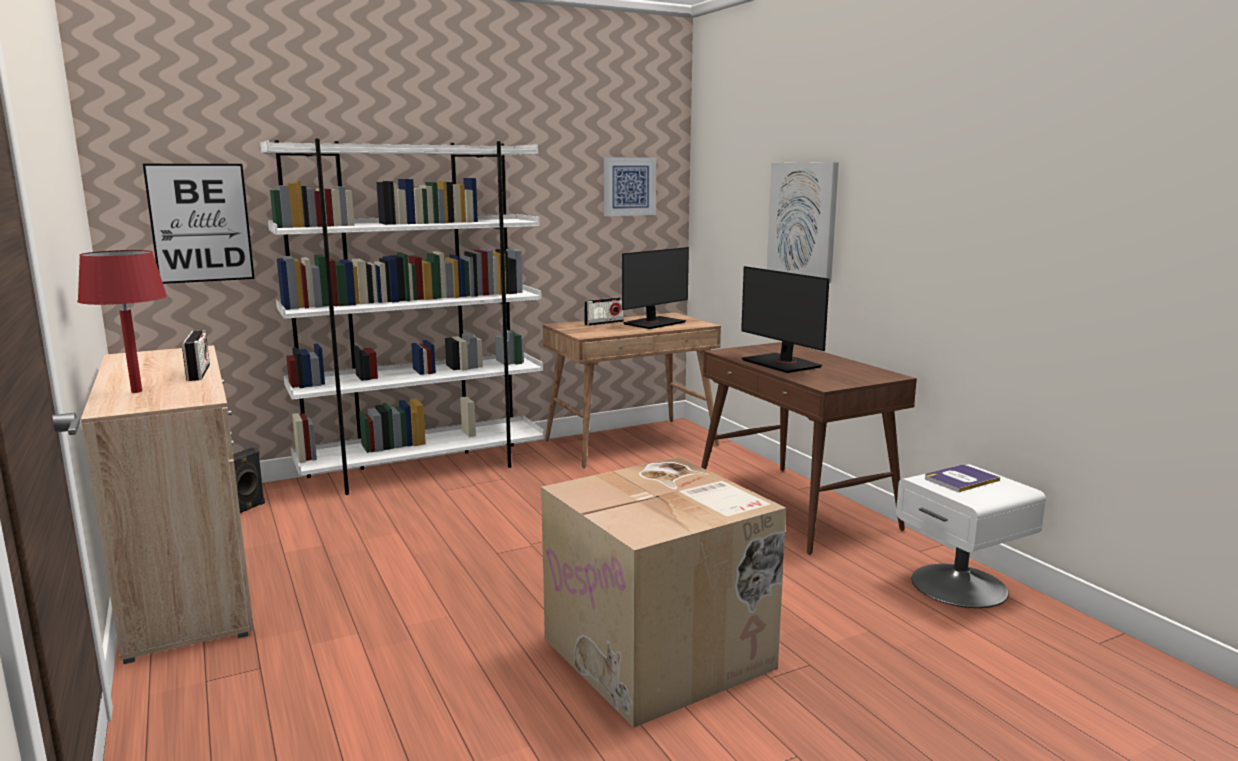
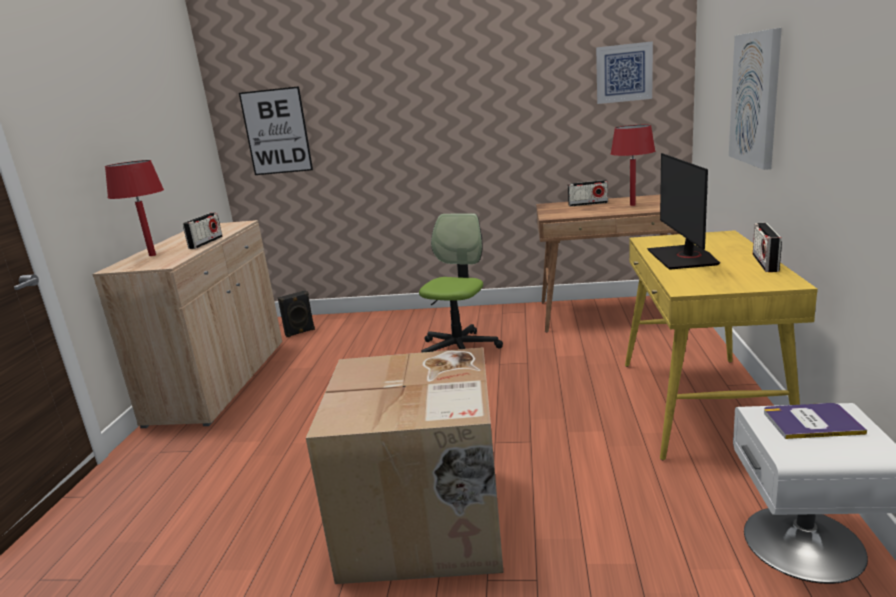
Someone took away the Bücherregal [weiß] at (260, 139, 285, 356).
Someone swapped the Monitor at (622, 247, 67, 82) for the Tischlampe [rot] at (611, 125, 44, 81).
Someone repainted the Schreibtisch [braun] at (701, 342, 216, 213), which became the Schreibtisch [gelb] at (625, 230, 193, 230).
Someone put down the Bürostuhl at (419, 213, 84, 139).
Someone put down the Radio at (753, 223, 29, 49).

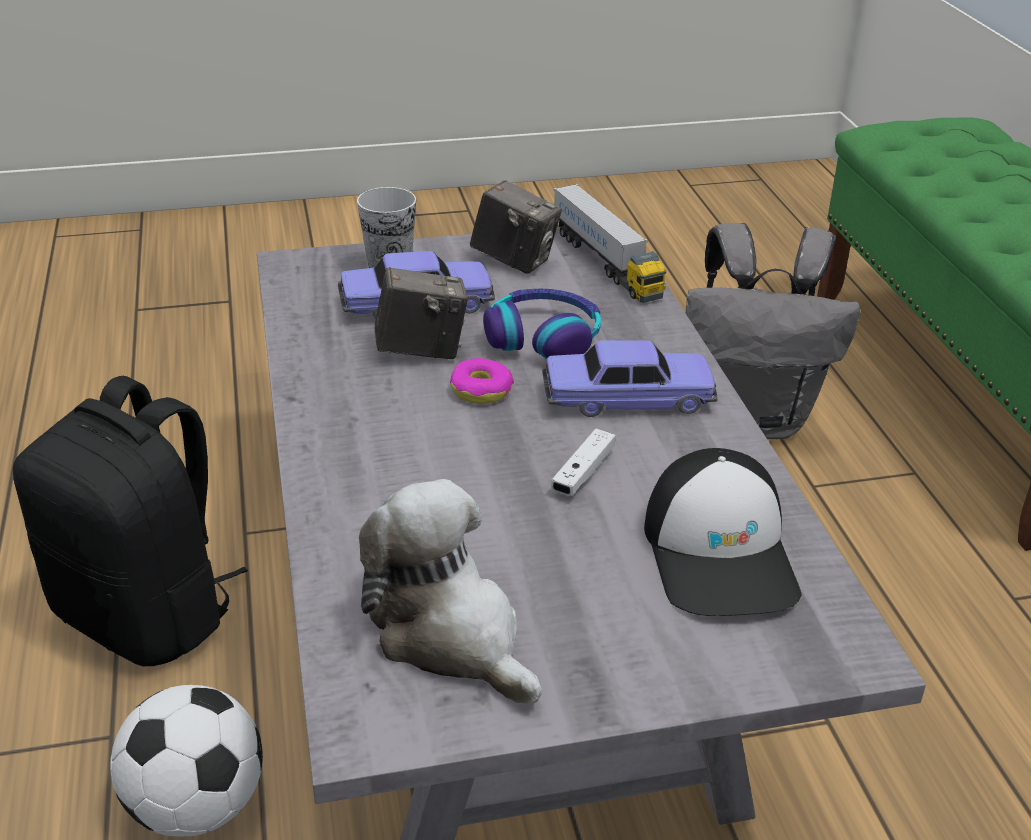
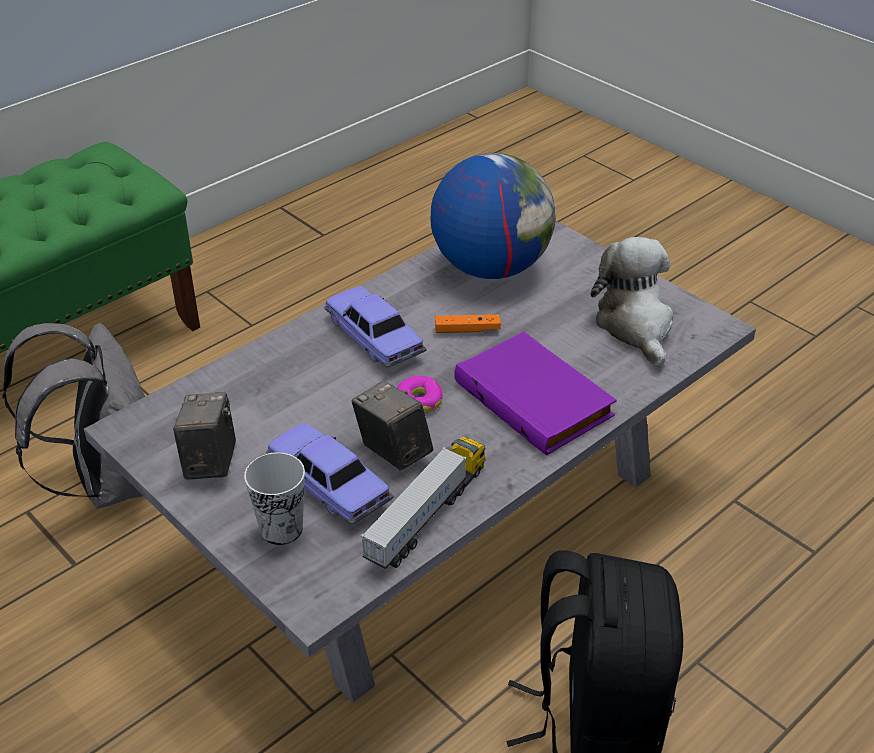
Someone carried the Spielzeuglaster from (554, 184, 112, 119) to (361, 437, 125, 132).
Someone took away the Kopfhörer at (483, 289, 118, 70).
Someone repainted the Gamepad [weiß] at (551, 429, 64, 67), which became the Gamepad [orange] at (435, 314, 66, 19).
Someone swapped the Kappe at (644, 448, 158, 168) for the Globus at (431, 153, 124, 126).
Someone rotated the Plüschtier at (359, 479, 183, 226) by 150 degrees clockwise.
Someone took away the Fußball at (110, 685, 153, 152).
Someone put down the Buch [lila] at (454, 331, 163, 125).

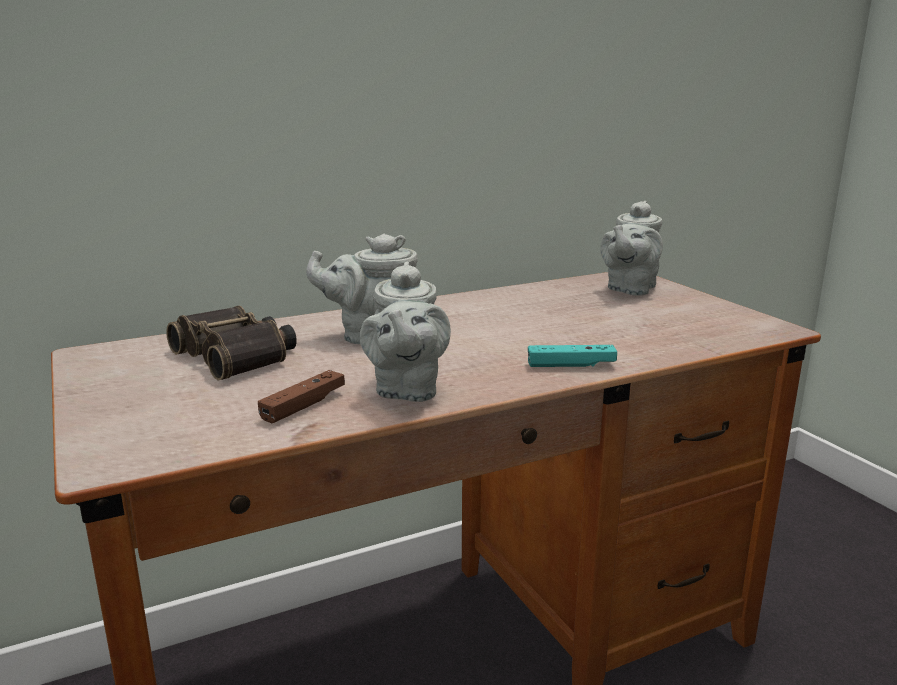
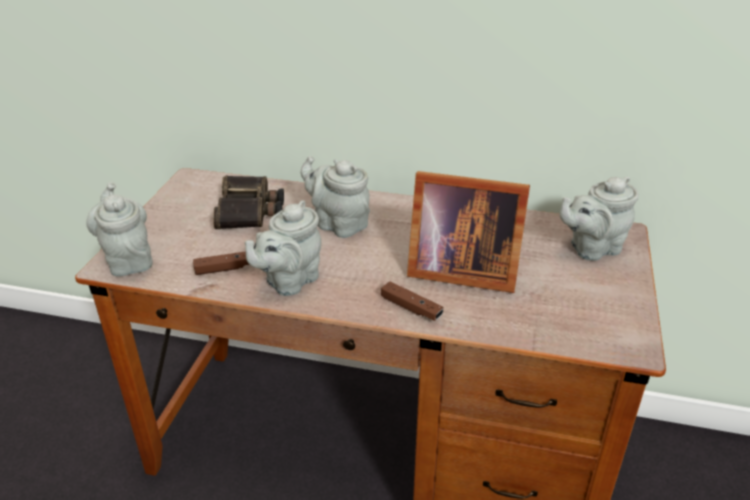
Someone repainted the Gamepad [türkis] at (528, 345, 89, 22), which became the Gamepad [braun] at (381, 281, 62, 40).
Someone put down the Bilderrahmen at (407, 171, 123, 122).
Someone put down the Teekanne [grau] at (86, 182, 67, 94).

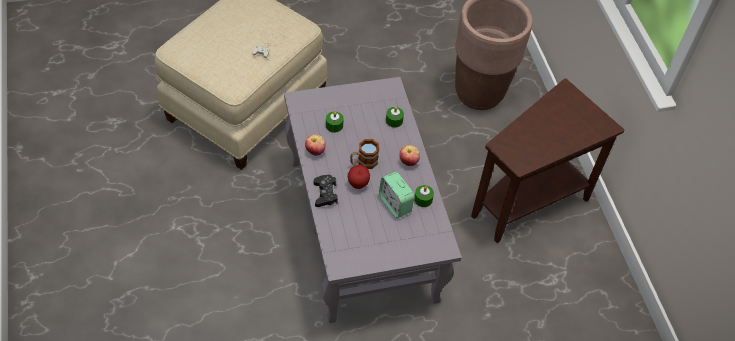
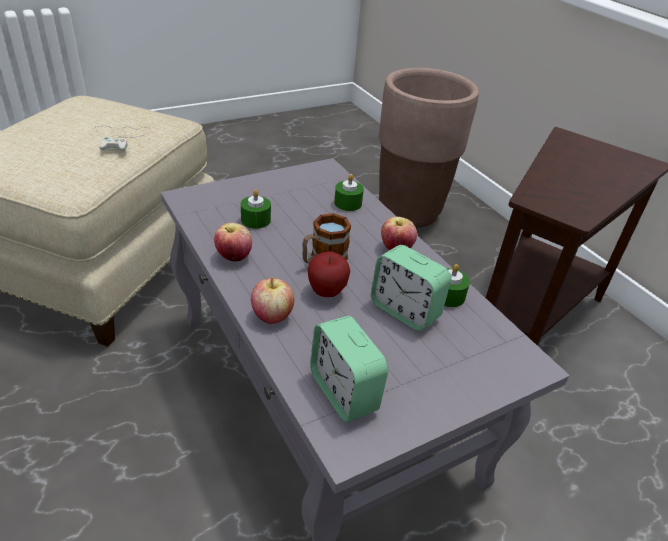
Someone swapped the Gamepad [schwarz] at (314, 175, 24, 32) for the Apfel at (251, 277, 43, 47).
Someone put down the Wecker at (310, 316, 78, 106).

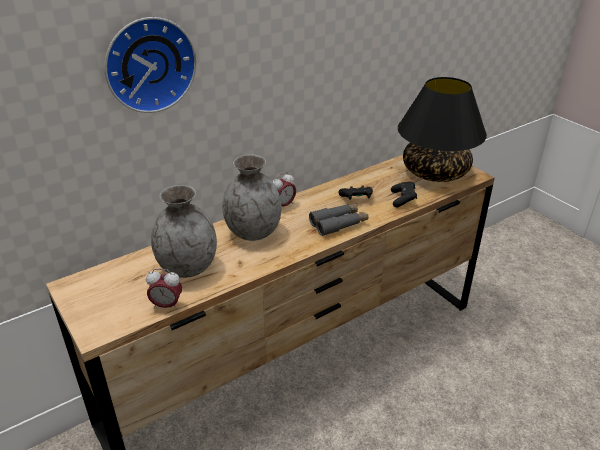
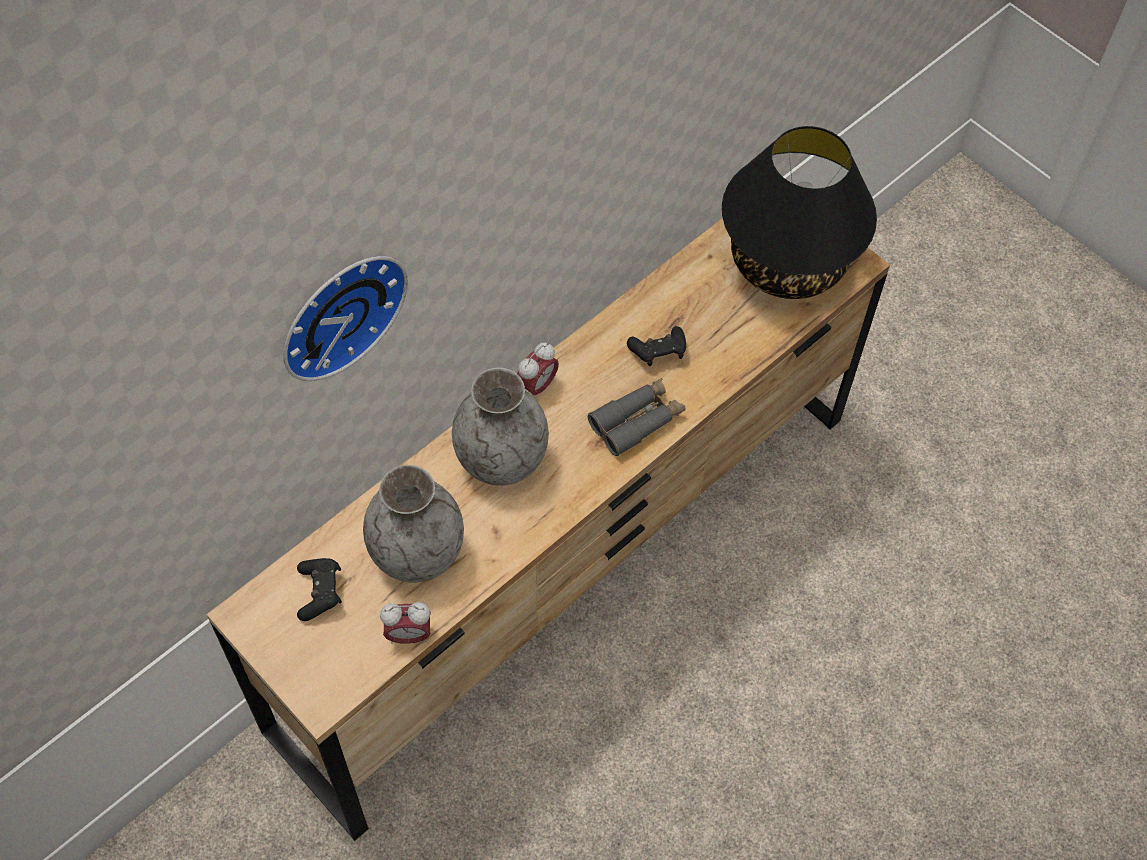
Someone carried the Gamepad [schwarz] from (391, 181, 26, 26) to (297, 558, 45, 63).

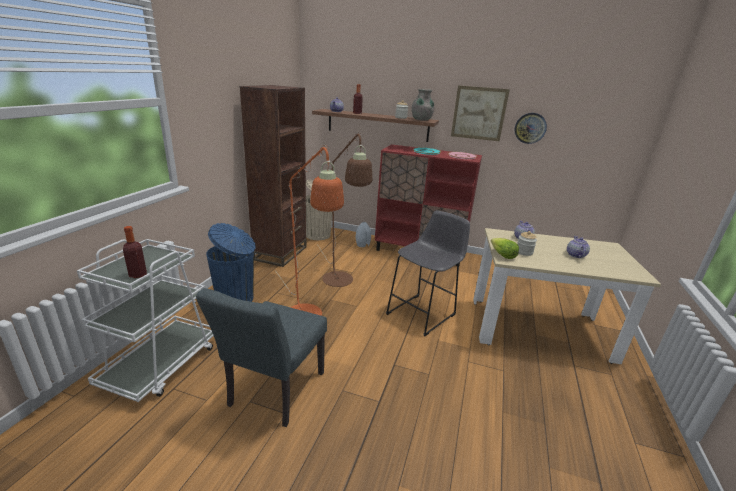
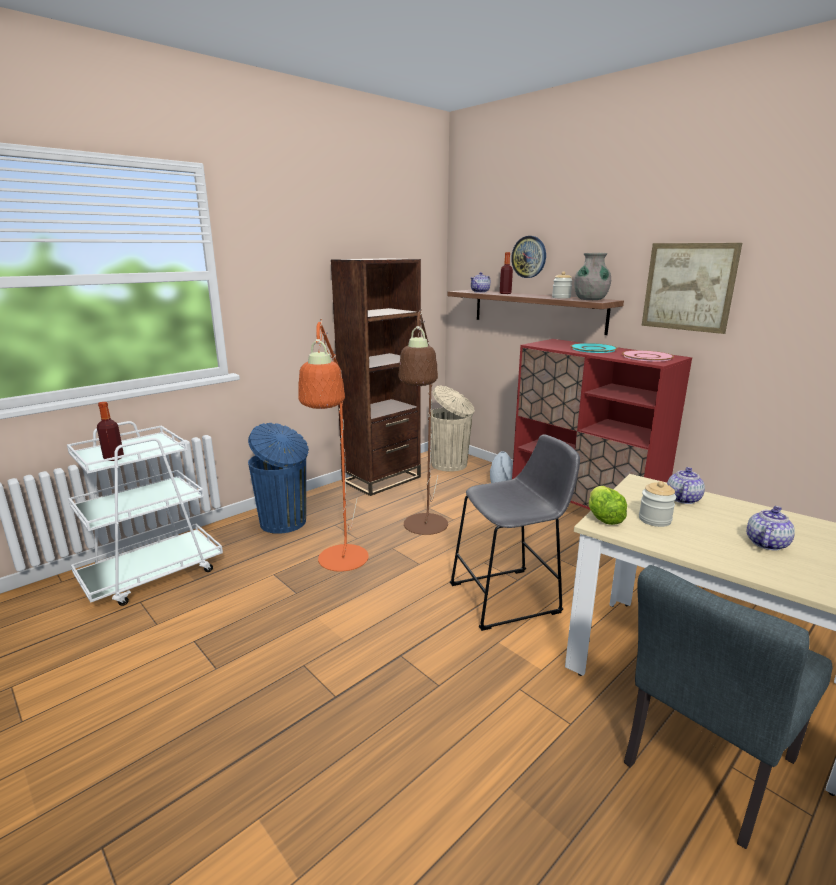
Someone carried the Wanduhr from (514, 113, 33, 31) to (511, 236, 35, 42).
Someone carried the Stuhl [grau] from (196, 288, 131, 139) to (624, 565, 209, 284).

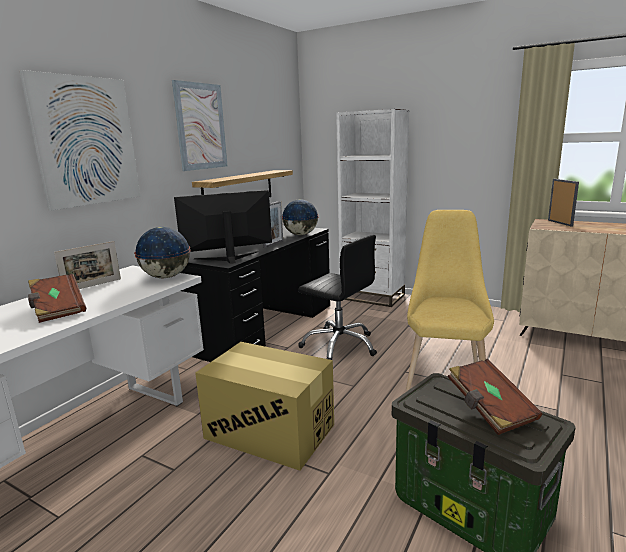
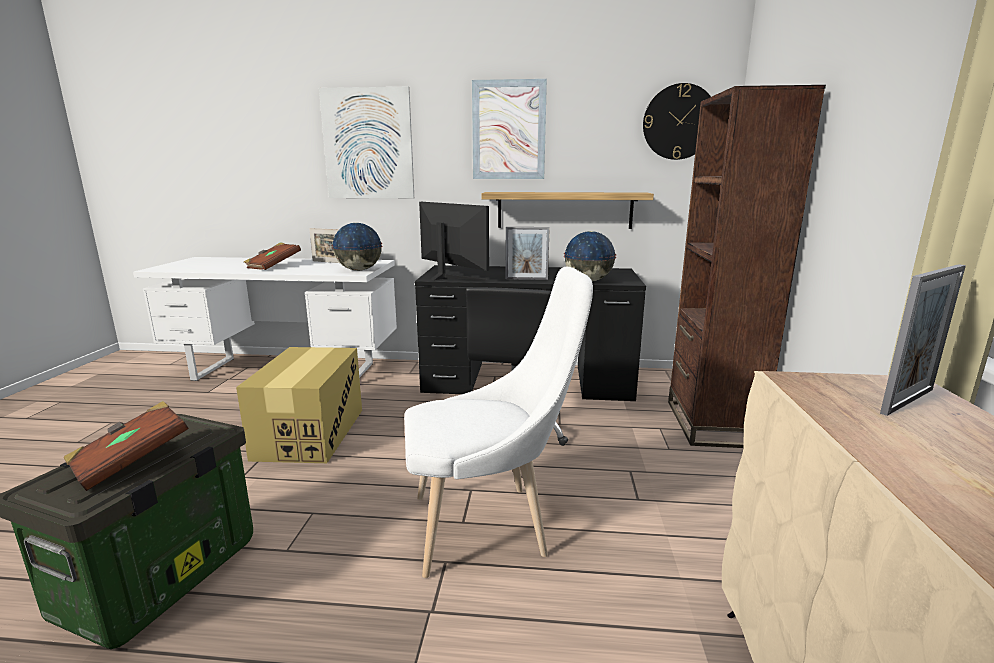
Someone repainted the Bücherregal [weiß] at (336, 109, 73, 198), which became the Bücherregal [braun] at (668, 85, 158, 363).
Someone repainted the Stuhl [gelb] at (406, 210, 88, 180), which became the Stuhl [weiß] at (404, 267, 189, 311).
Someone put up the Wanduhr at (643, 83, 68, 77).

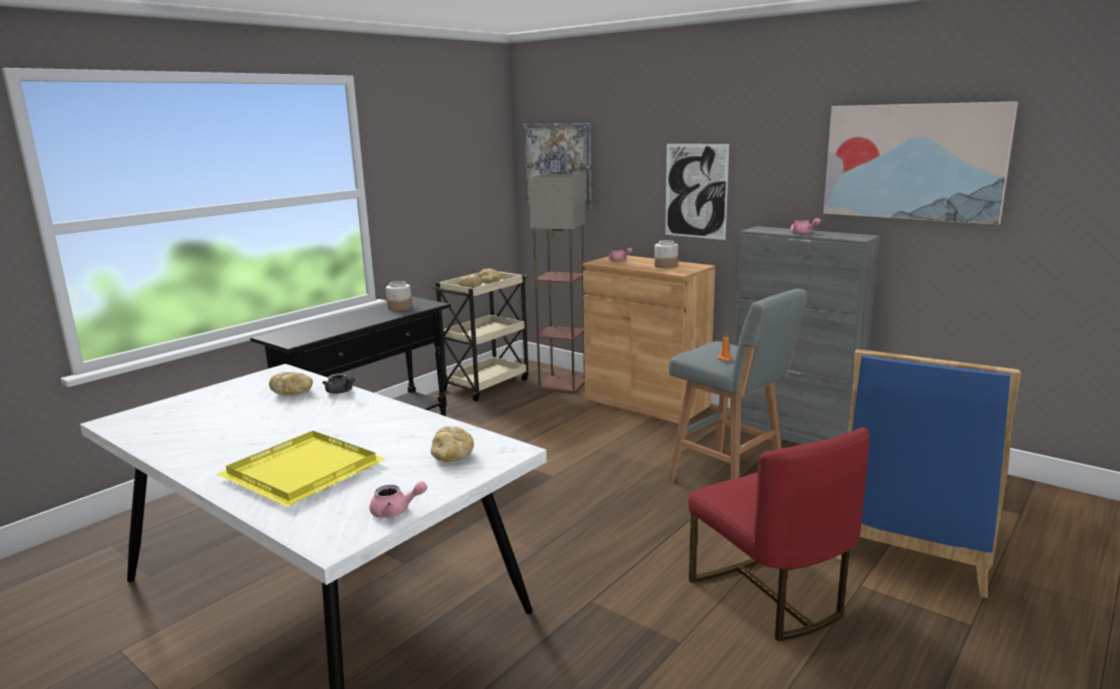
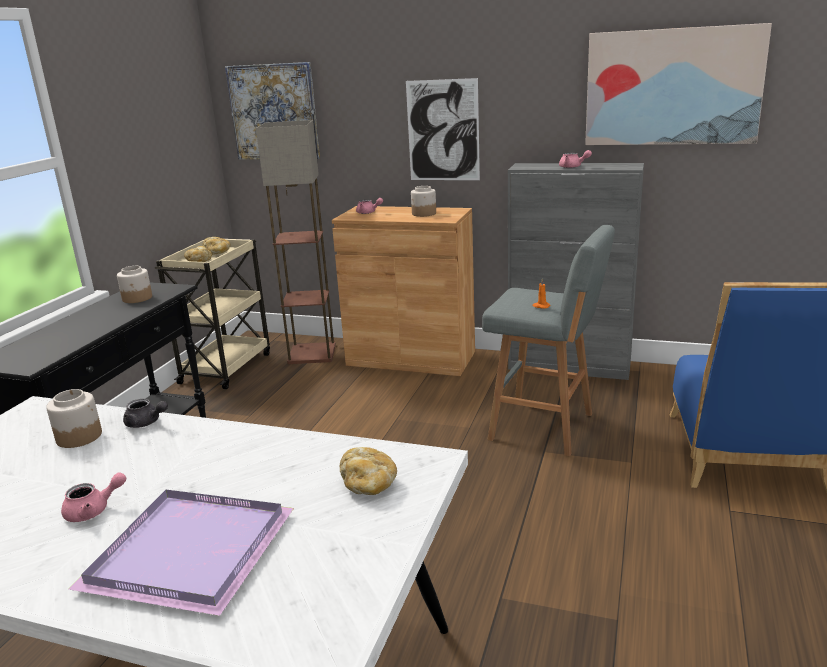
Someone swapped the Brot at (269, 372, 44, 24) for the Vorratsglas at (46, 389, 56, 59).
Someone took away the Stuhl [rot] at (688, 427, 181, 214).
Someone repainted the Tablett [gelb] at (217, 431, 168, 76), which became the Tablett [lila] at (69, 490, 225, 126).
Someone carried the Teekanne [rosa] from (369, 481, 58, 37) to (61, 473, 65, 49).

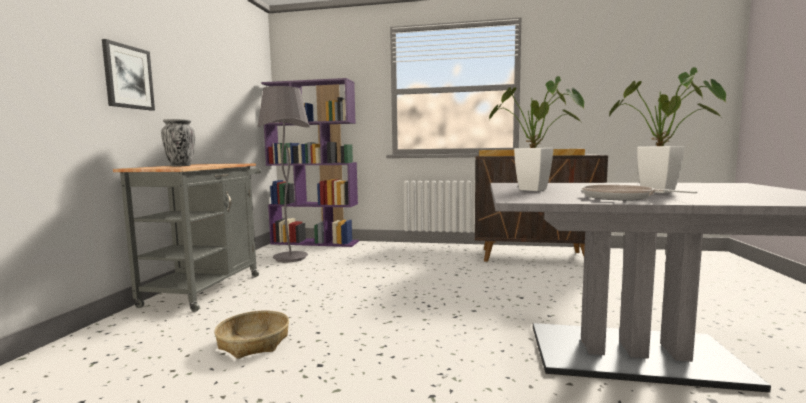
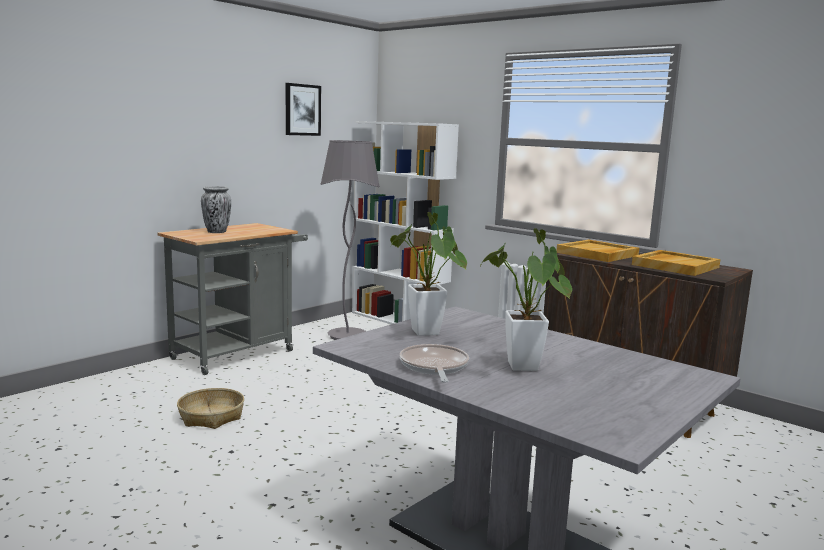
Someone carried the Bild from (102, 39, 53, 72) to (286, 83, 35, 53).
Someone repainted the Bücherregal [lila] at (261, 78, 98, 169), which became the Bücherregal [weiß] at (352, 121, 107, 203).

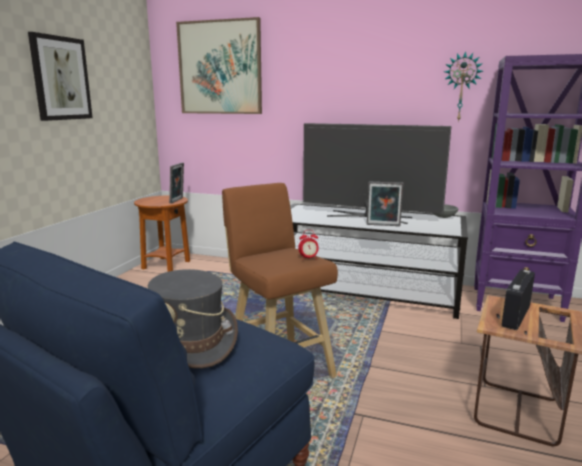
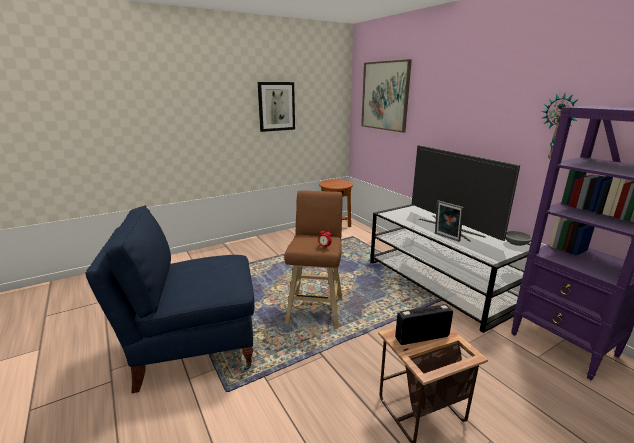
Someone took away the Bilderrahmen at (169, 163, 15, 41).
Someone took away the Hut [grau] at (147, 269, 91, 99).

